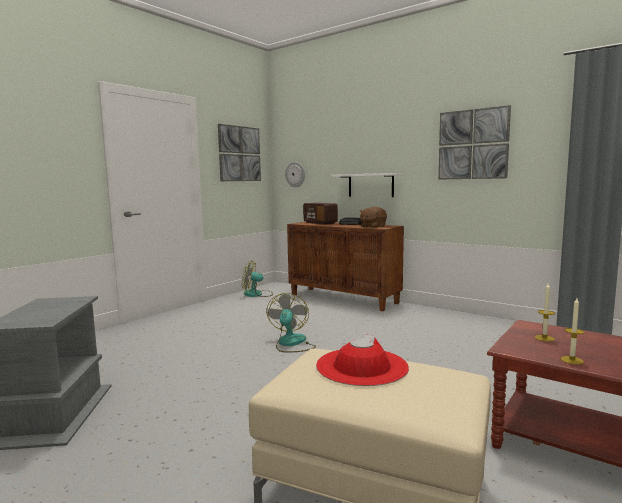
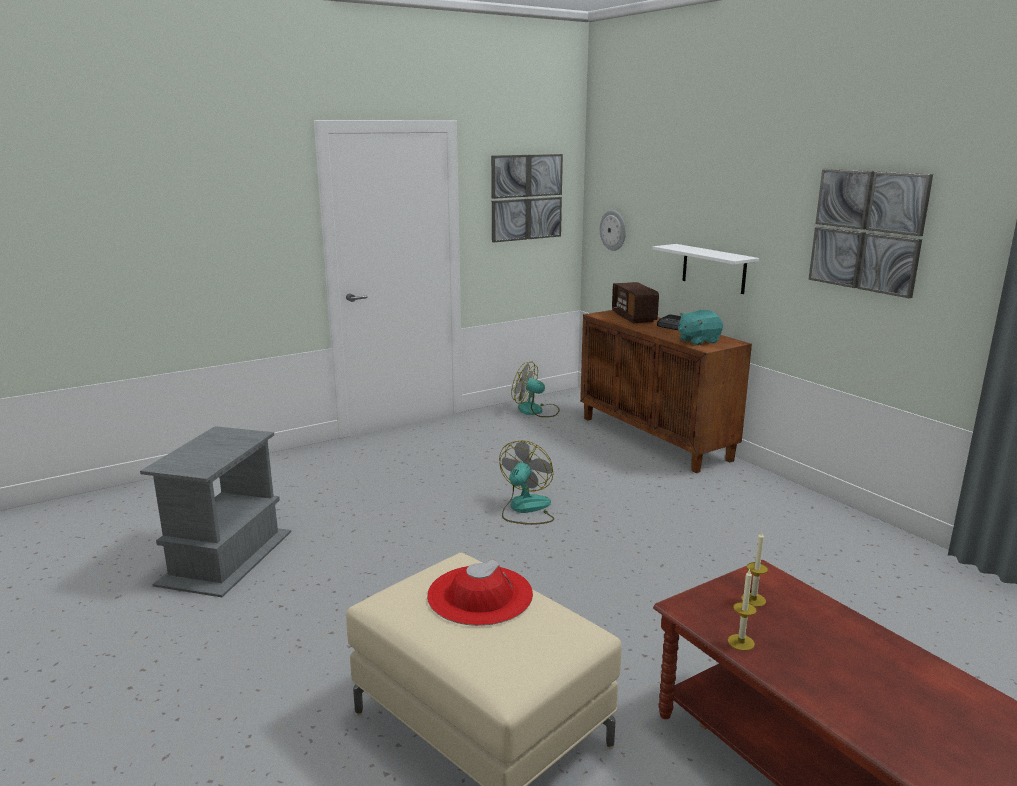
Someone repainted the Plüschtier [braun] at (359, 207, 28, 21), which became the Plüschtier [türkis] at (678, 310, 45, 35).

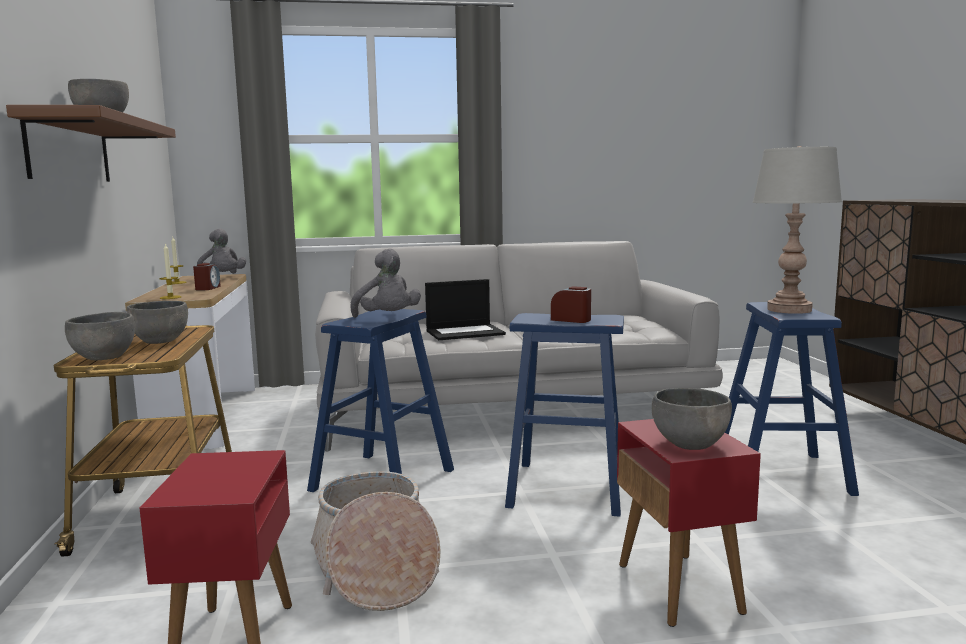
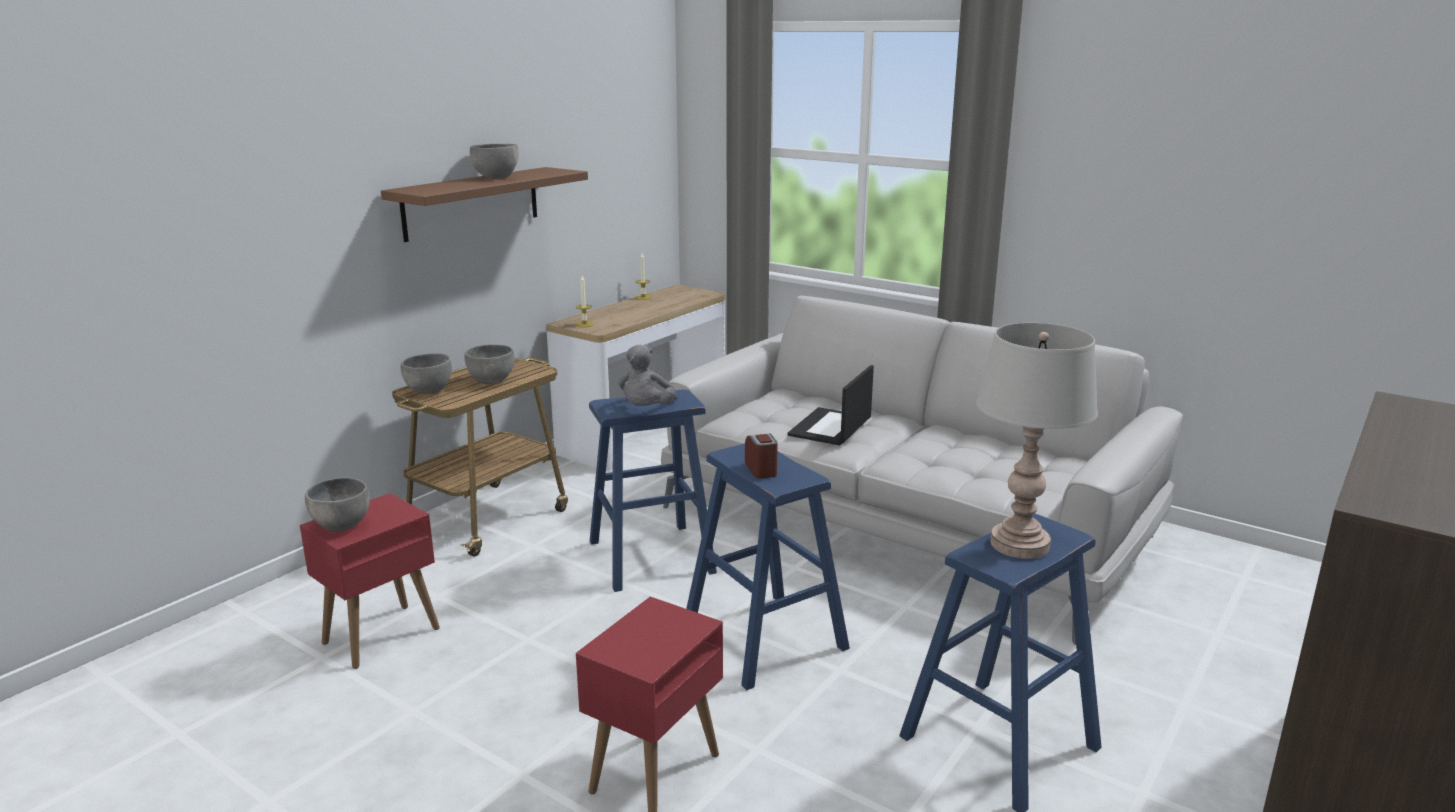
Someone took away the Plüschtier [grau] at (197, 228, 49, 46).
Someone took away the Wecker at (193, 263, 28, 27).
Someone rotated the Laptop at (425, 279, 81, 61) by 90 degrees clockwise.
Someone carried the Schüssel [grau] from (652, 388, 80, 62) to (305, 478, 65, 54).
Someone took away the Korb at (311, 471, 130, 140).

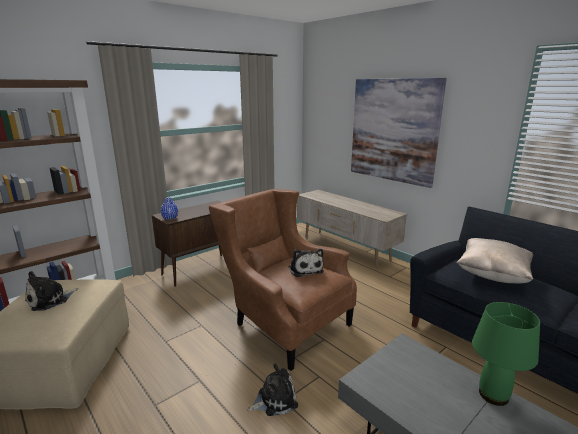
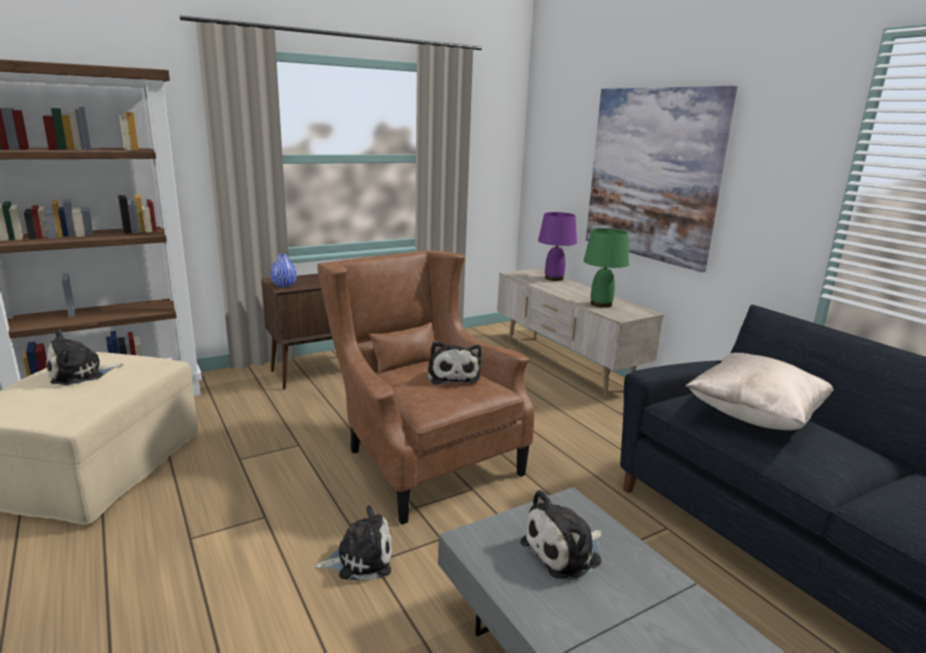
Someone carried the Tischlampe [grün] from (472, 302, 68, 104) to (584, 228, 45, 80).
Someone put down the Tischlampe [lila] at (538, 212, 39, 69).
Someone put down the Plüschtier at (520, 490, 82, 90).

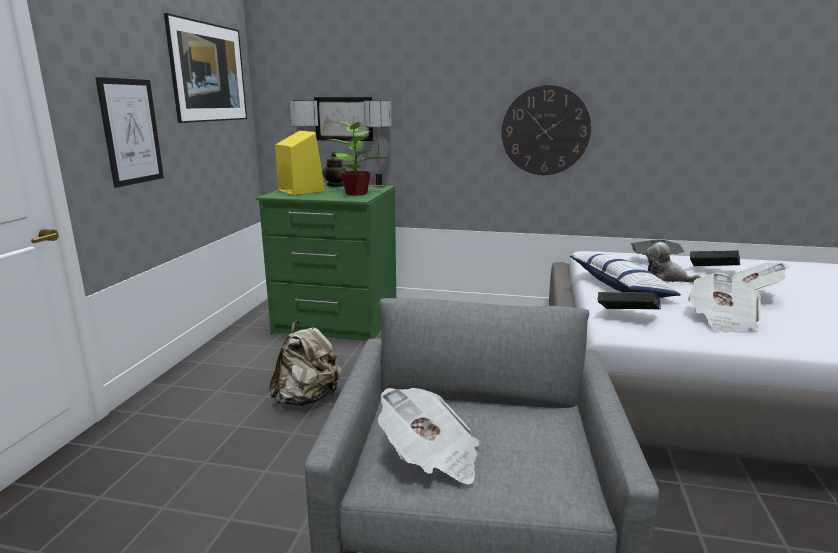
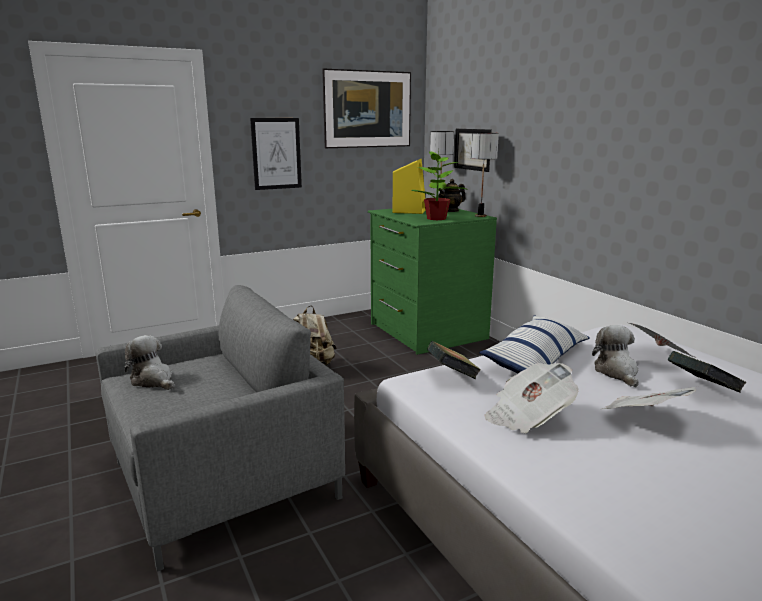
Someone took away the Wanduhr at (502, 85, 89, 90).
Someone swapped the Zeitung at (378, 388, 101, 96) for the Plüschtier at (124, 335, 51, 55).

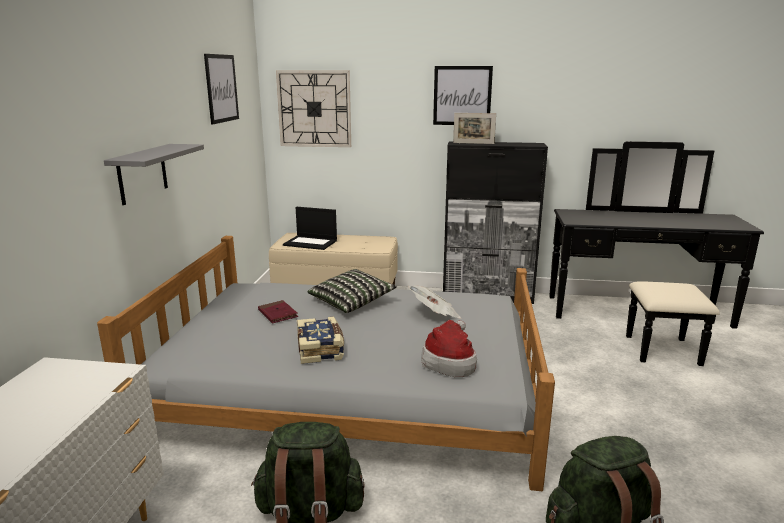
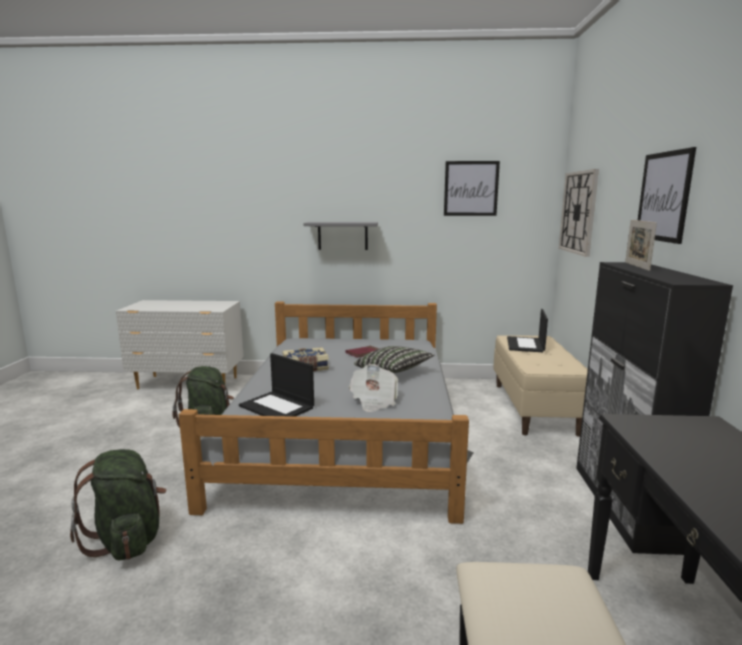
Someone swapped the Hut at (421, 320, 56, 57) for the Laptop at (239, 353, 75, 64).

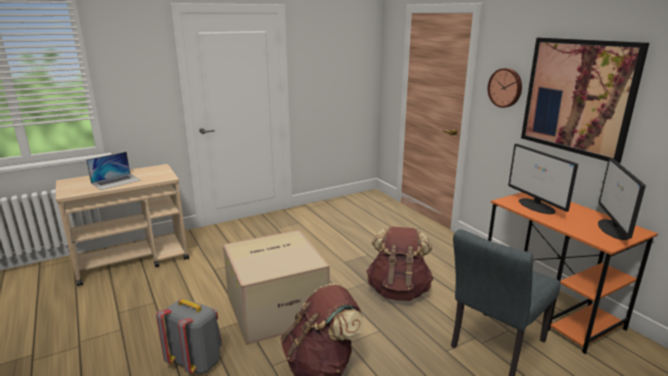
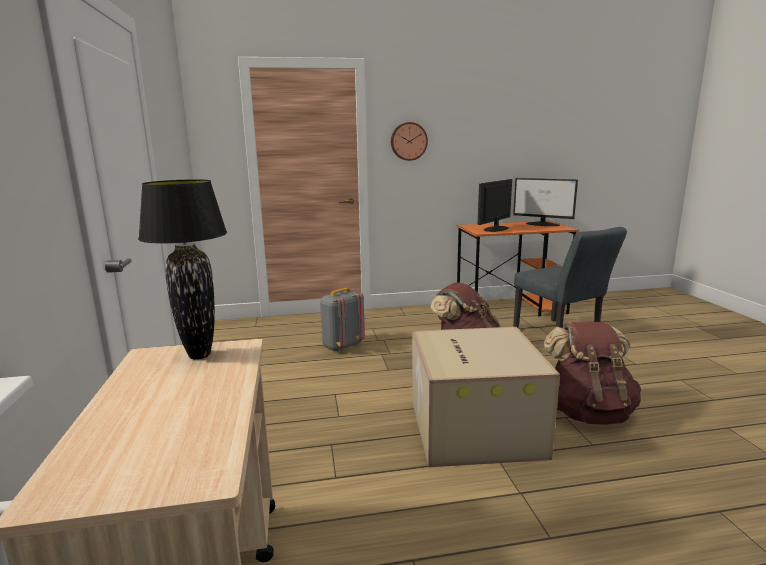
Someone took away the Bild at (521, 38, 128, 125).
Someone rotated the Monitor at (508, 144, 70, 70) by 135 degrees clockwise.
Someone took away the Laptop at (86, 152, 54, 38).
Someone carried the Rucksack [grau] from (156, 298, 66, 76) to (320, 288, 45, 64).
Someone put down the Tischlampe [schwarz] at (138, 179, 89, 181).

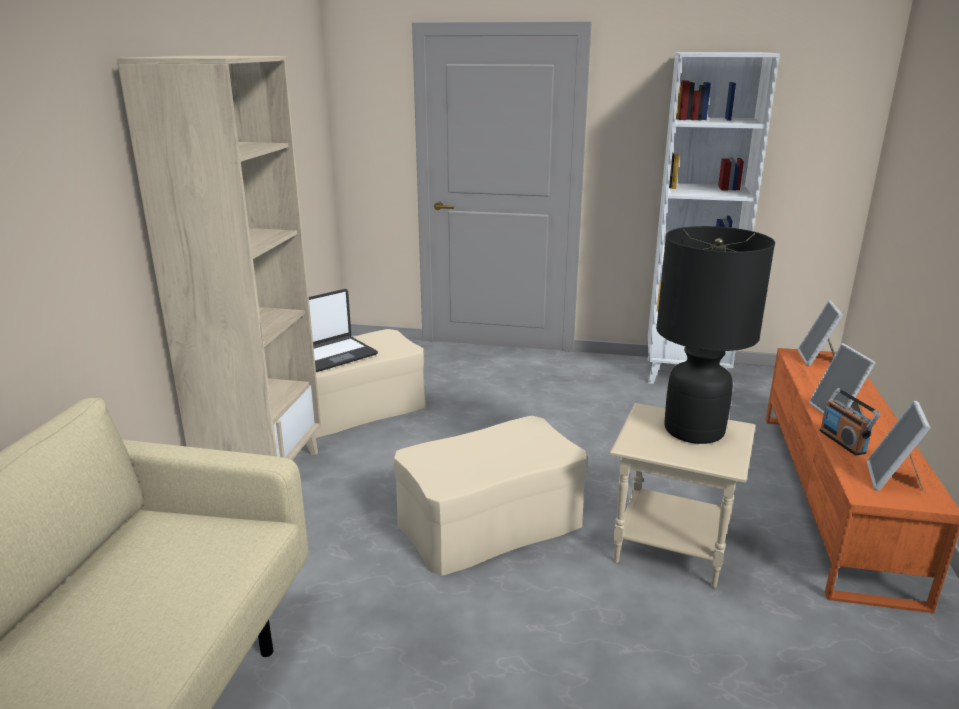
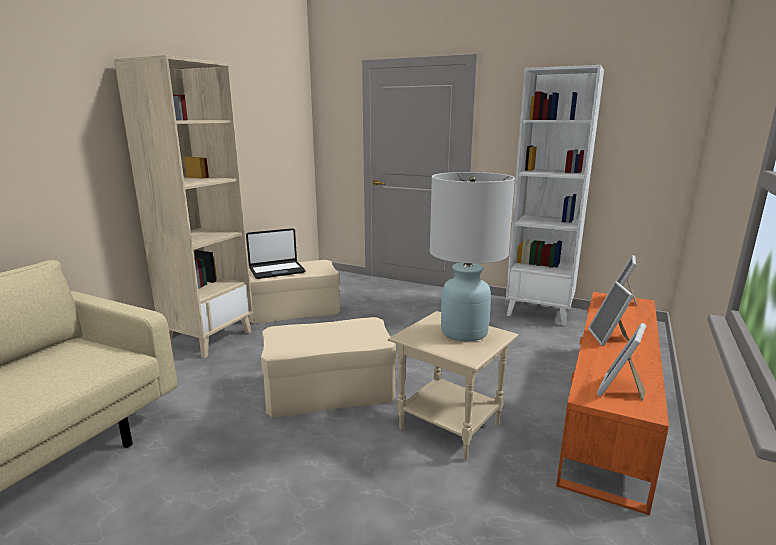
Someone repainted the Tischlampe [schwarz] at (656, 226, 119, 218), which became the Tischlampe [weiß] at (430, 172, 85, 170).
Someone took away the Radio at (819, 388, 62, 68).

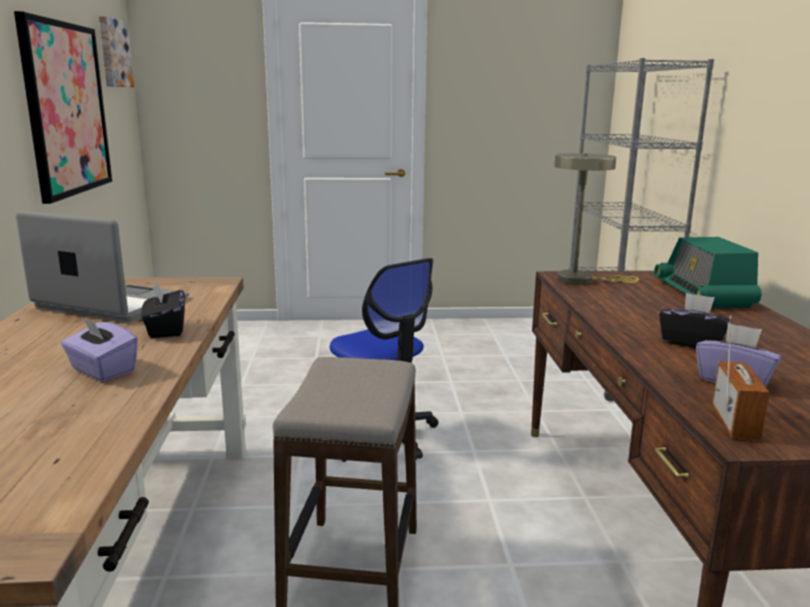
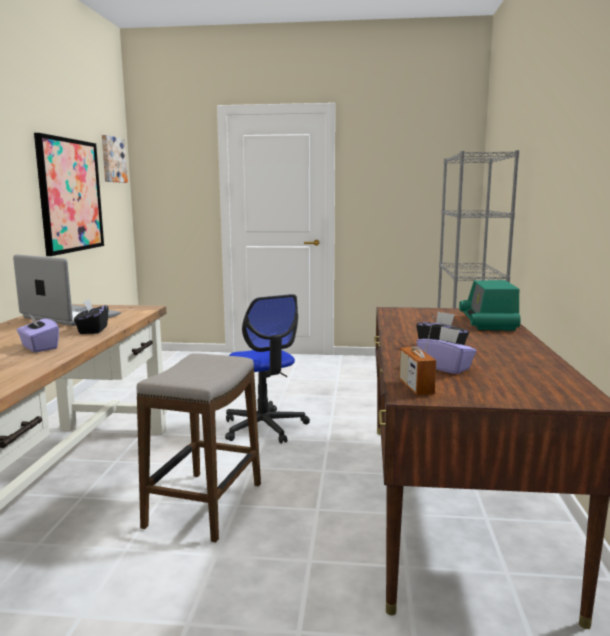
Someone took away the Tischlampe [beige] at (554, 153, 85, 132).
Someone rotated the Radio at (712, 316, 58, 124) by 150 degrees clockwise.

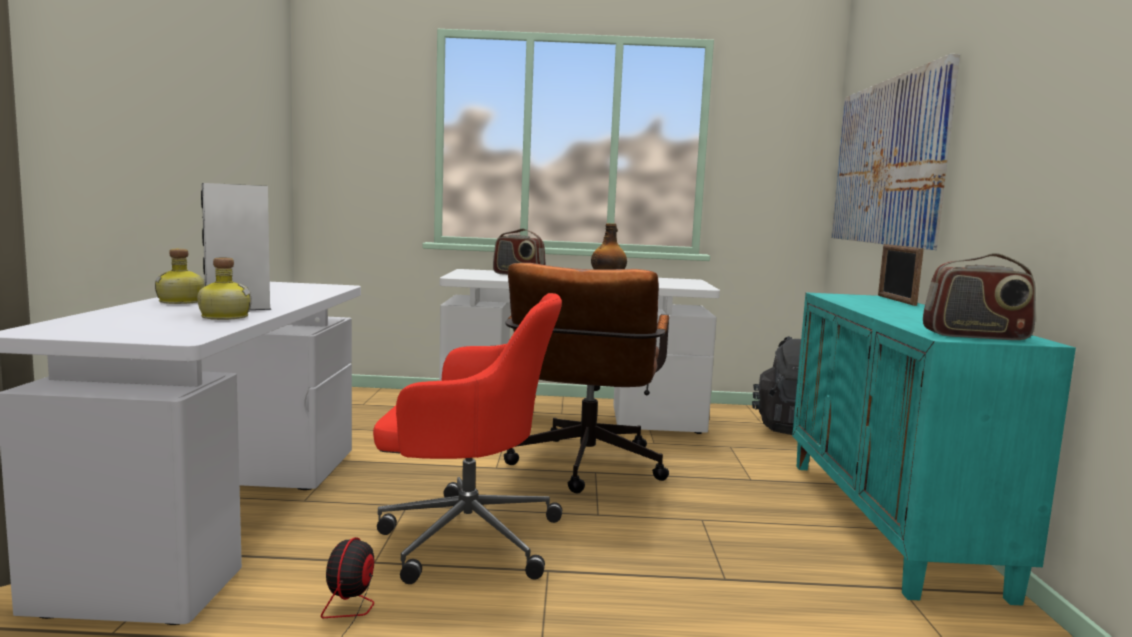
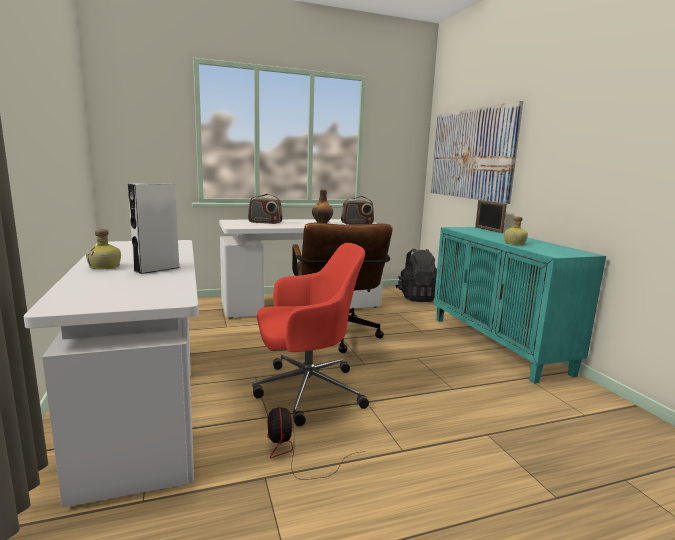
Someone carried the Radio from (923, 253, 113, 87) to (341, 196, 33, 29).
Someone carried the Flasche from (197, 258, 55, 62) to (504, 216, 24, 29).

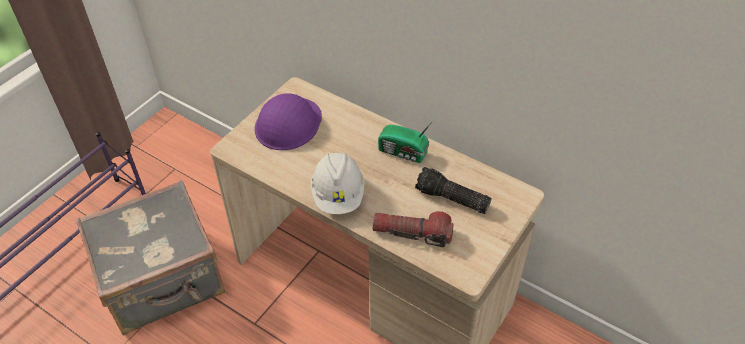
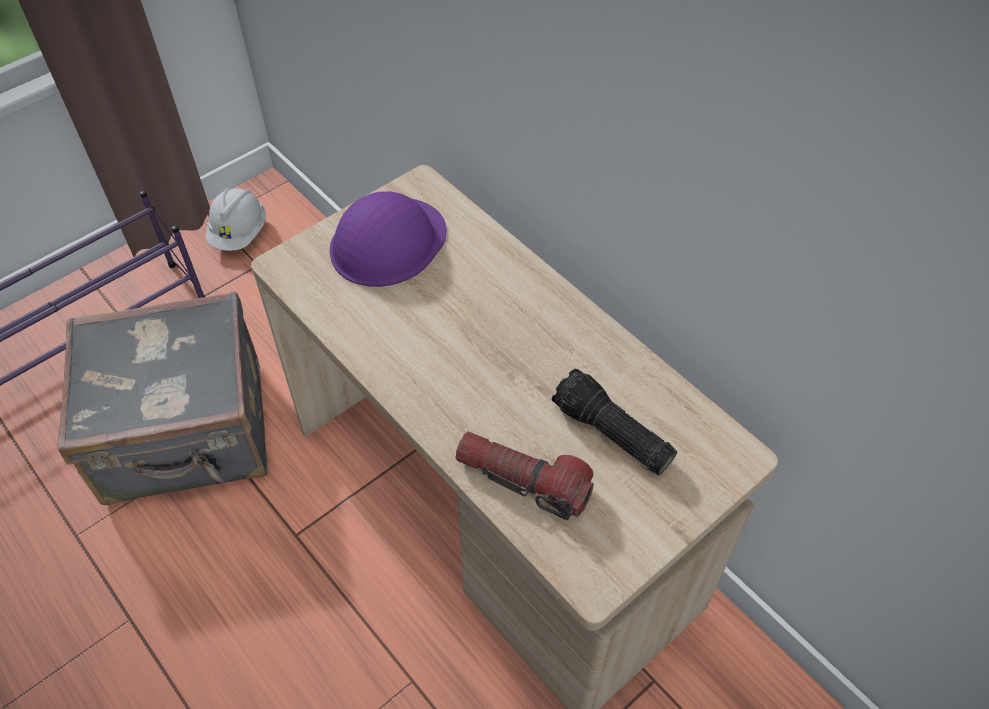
Someone took away the Radio at (378, 121, 55, 42).
Someone carried the Schutzhelm [weiß] from (310, 153, 55, 61) to (206, 187, 60, 64).

